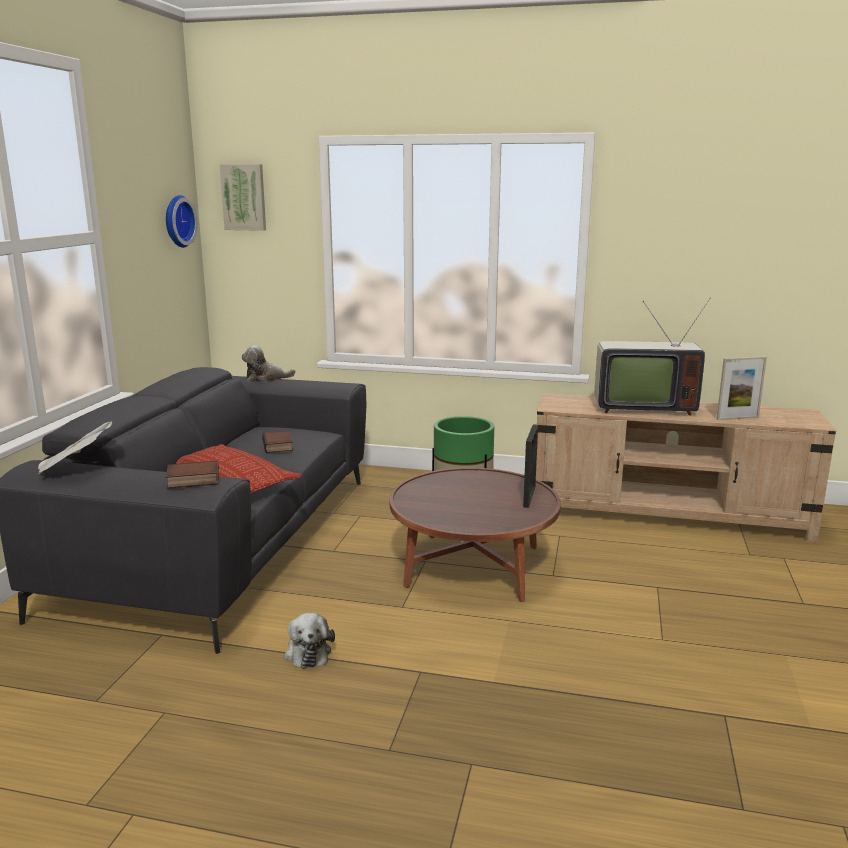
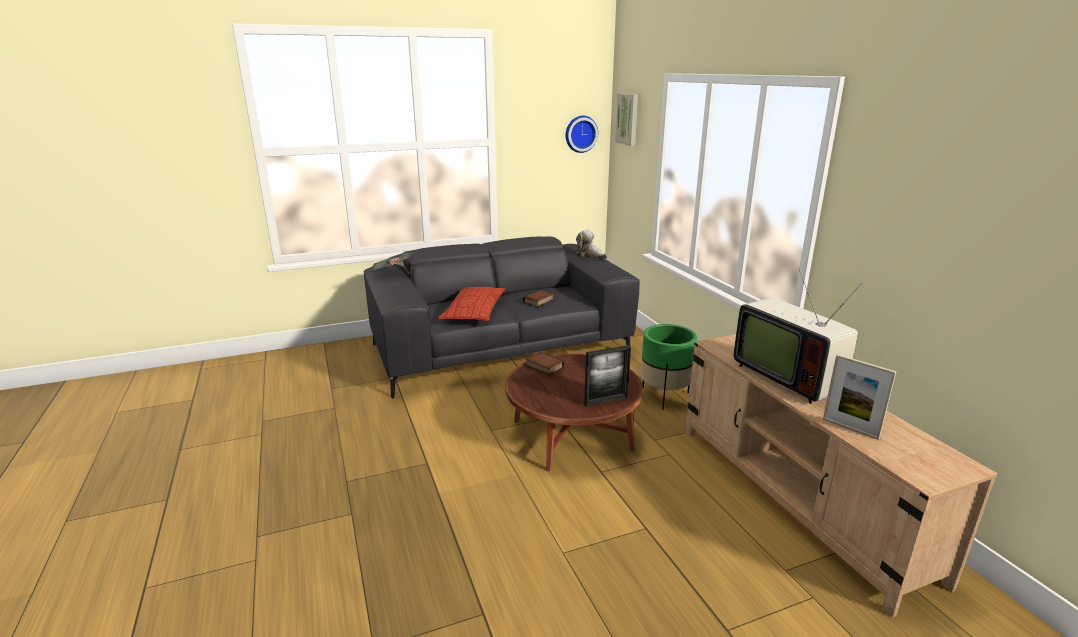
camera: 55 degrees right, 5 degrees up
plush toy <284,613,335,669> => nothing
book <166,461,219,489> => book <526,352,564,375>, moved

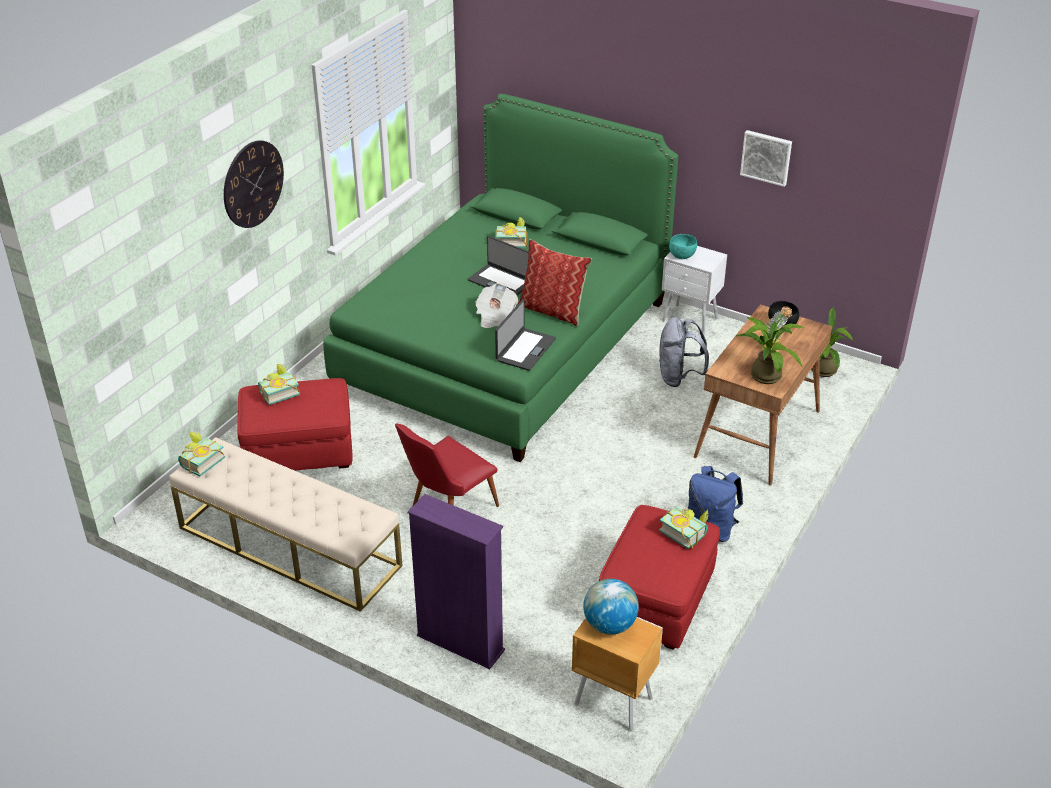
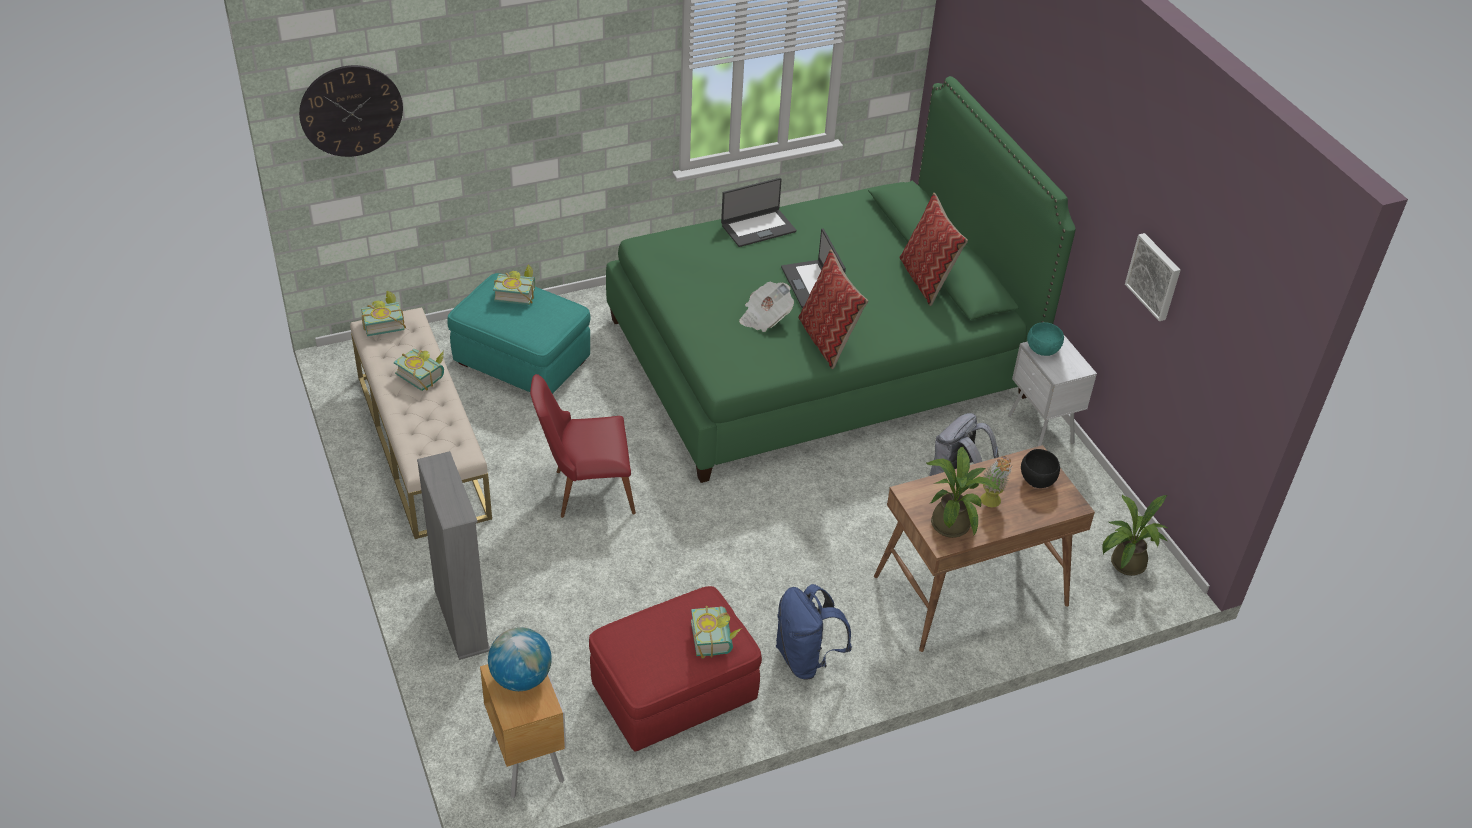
camera: 35 degrees right, 5 degrees up
nothing => pillow <899,193,968,306>
wall clock <224,140,284,228> => wall clock <299,65,403,157>, moved
book <495,217,527,248> => book <394,349,444,391>, moved
laptop <495,299,556,371> => laptop <721,178,796,247>, moved
red-coloured footrest <237,378,353,471> => turquoise footrest <448,273,591,394>
purplish shelving unit <408,494,505,669> => grey shelving unit <417,451,490,660>

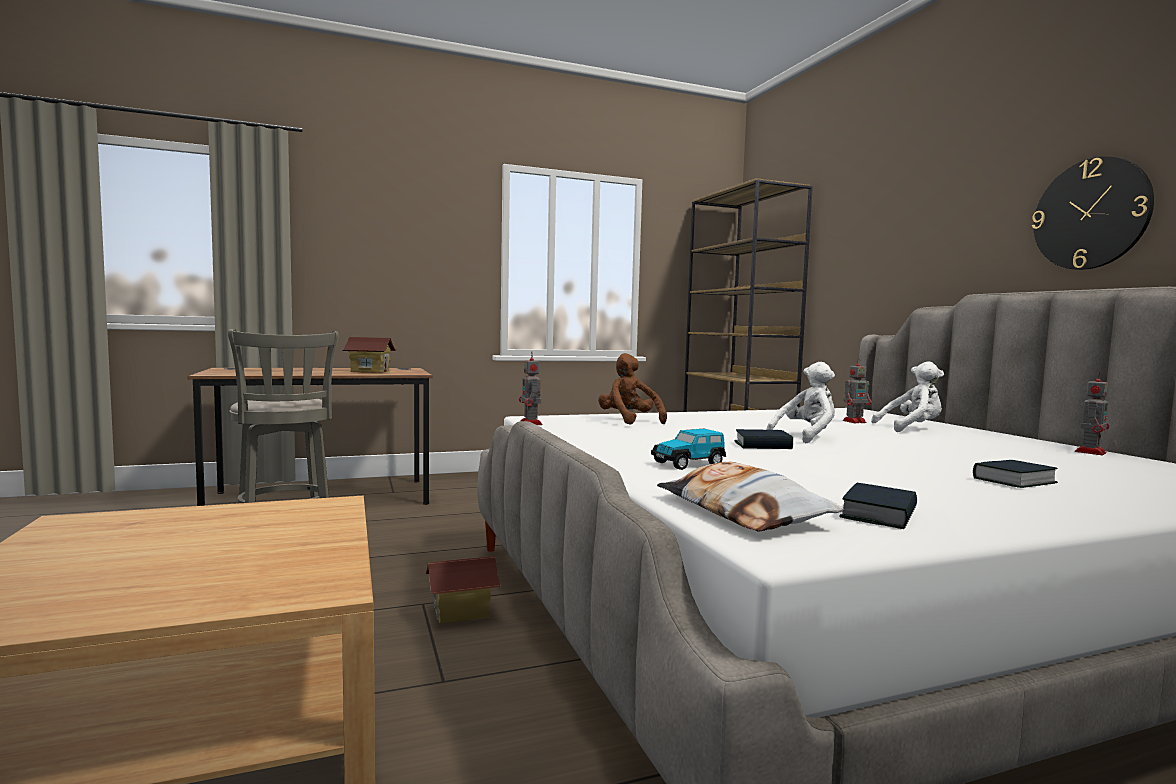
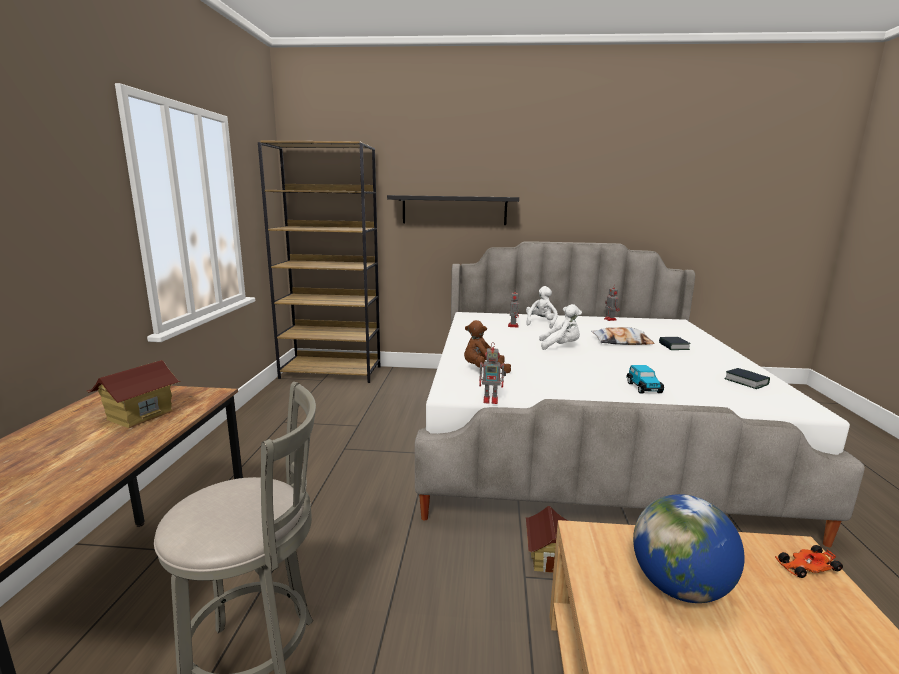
camera: 65 degrees left, 10 degrees up
book <734,429,793,449> => nothing
wall clock <1032,156,1154,270> => nothing
nothing => blackish shelf <387,195,519,225>
nothing => world globe <633,494,745,603>
nothing => toy car <775,545,843,578>
pillow <657,462,844,531> => pillow <591,327,655,345>, moved
white-coloured plush toy <766,362,835,443> => white-coloured plush toy <539,304,582,350>, 105 degrees clockwise

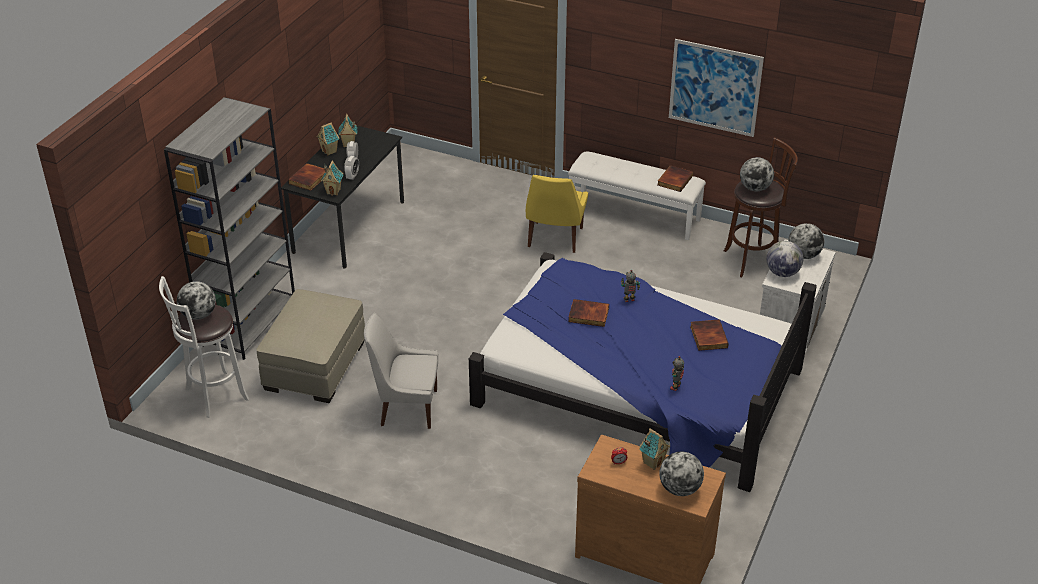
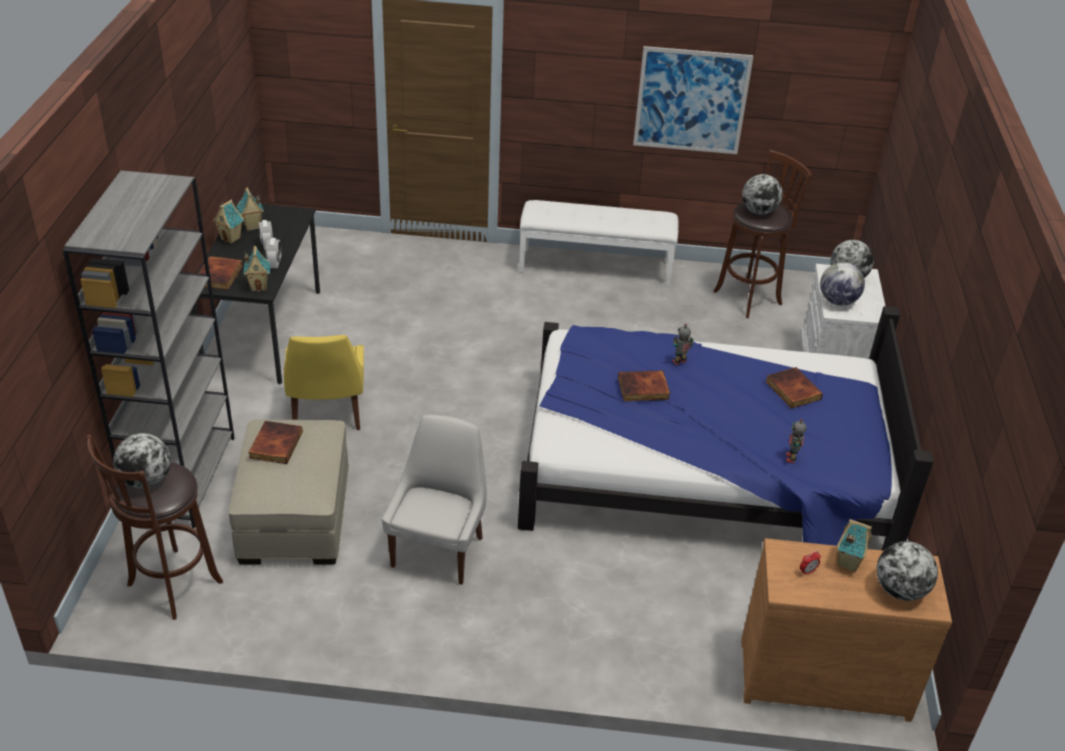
camera: 20 degrees left, 0 degrees up
yellow-coloured upright chair <526,175,588,253> => yellow-coloured upright chair <283,335,364,430>, moved
book <657,165,693,192> => book <248,421,303,464>, moved
white-coloured sitting stool <159,276,249,418> => brown-coloured sitting stool <86,435,223,620>
white-coloured upright chair <364,313,438,429> => white-coloured upright chair <382,415,487,585>, 120 degrees clockwise

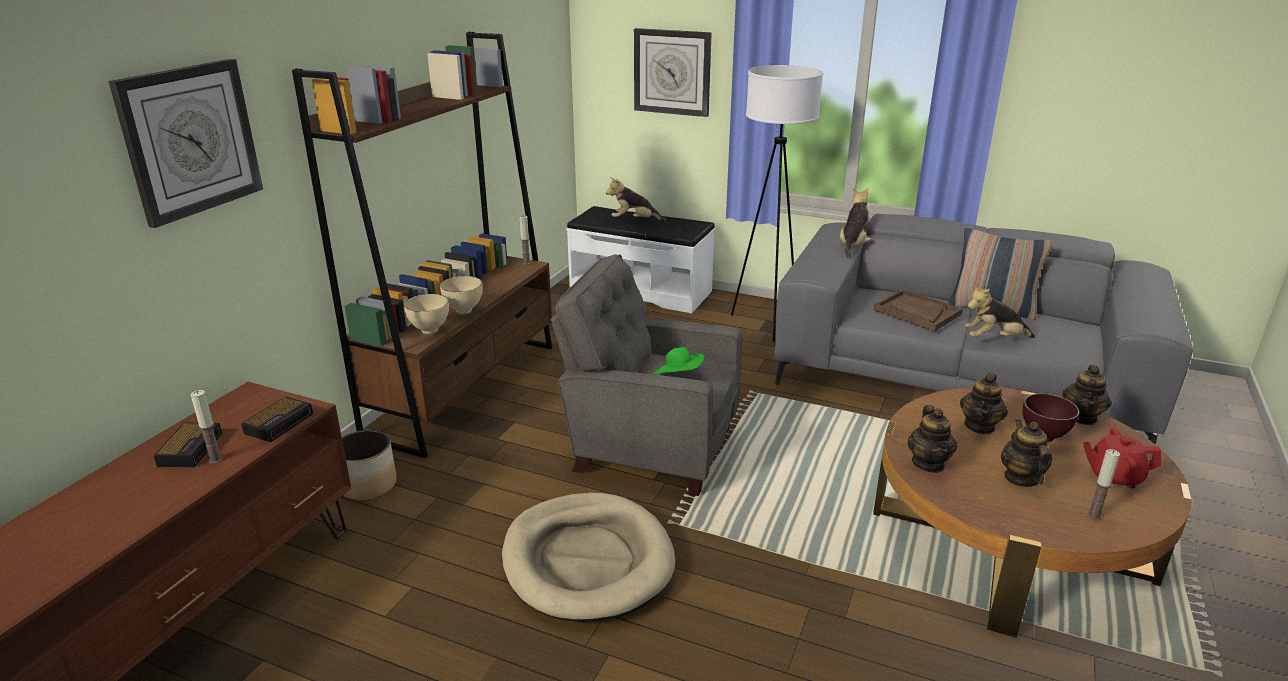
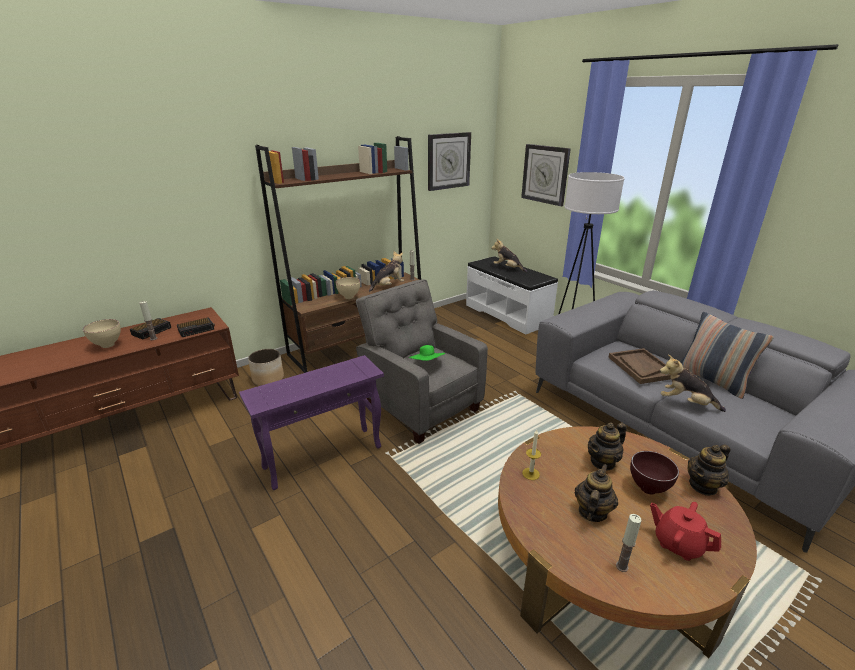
camera: 30 degrees right, 0 degrees up
wall clock <108,59,263,228> => wall clock <428,132,471,191>, moved
sand-coloured bowl <404,294,449,334> => sand-coloured bowl <83,319,121,348>, moved
plush toy <840,188,872,259> => plush toy <369,251,404,292>, moved
sand-coloured pet bed <502,493,675,622> => purplish side table <239,355,384,490>
tea pot <907,405,957,473> => wax candle <522,430,541,480>

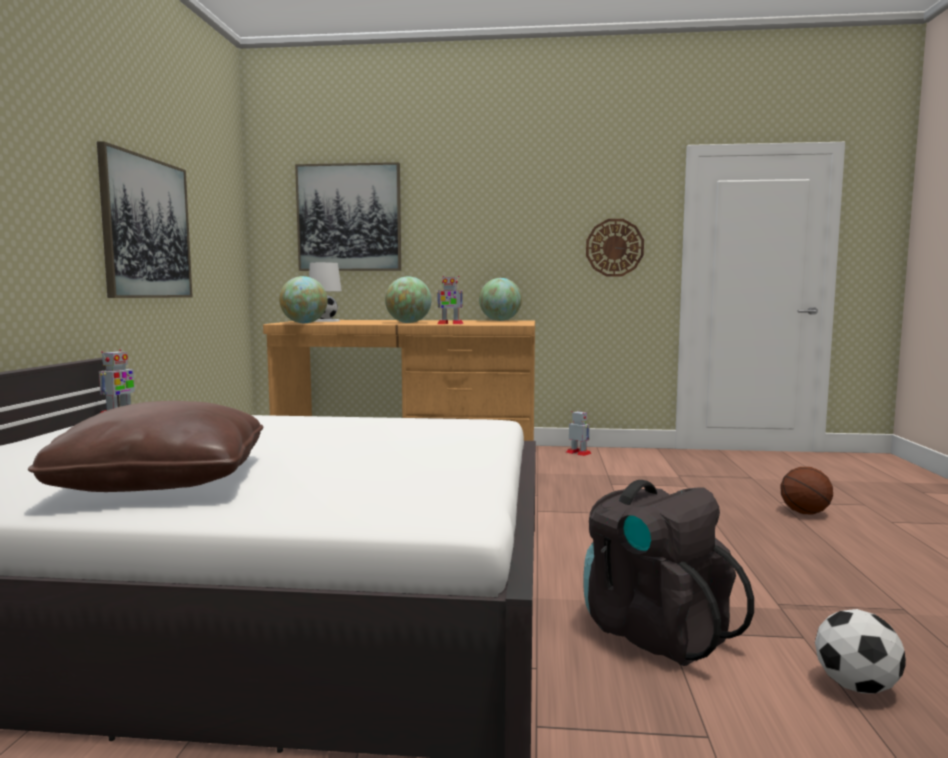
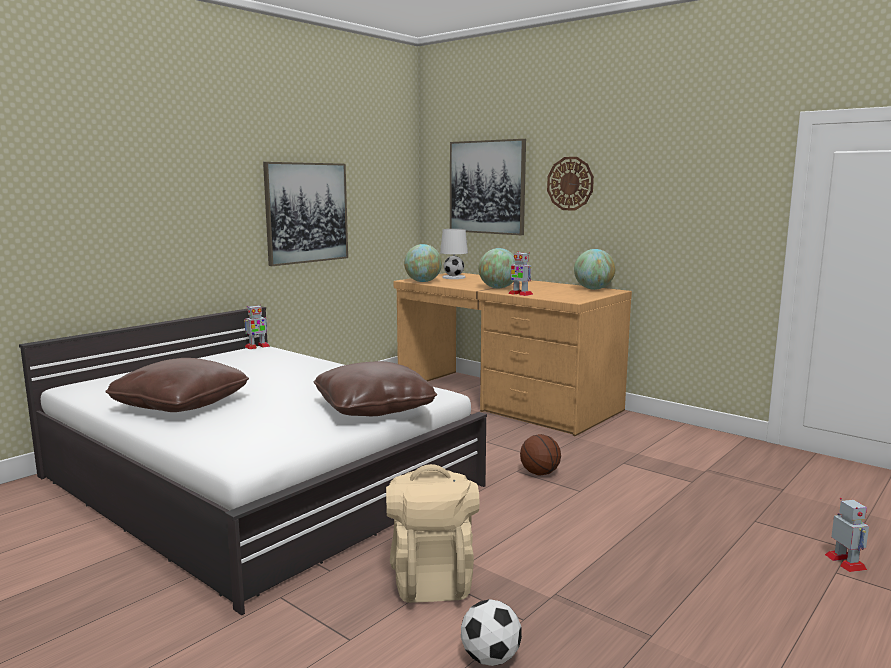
camera: 35 degrees right, 5 degrees up
nothing => brown-coloured pillow <314,361,437,416>
toy robot <566,411,591,456> => toy robot <825,498,869,572>, moved
wall clock <586,219,644,277> => wall clock <547,157,594,211>, moved
basketball <780,467,833,515> => basketball <520,434,561,476>, moved
blackish knapsack <583,480,754,666> => sand-coloured knapsack <386,464,479,603>

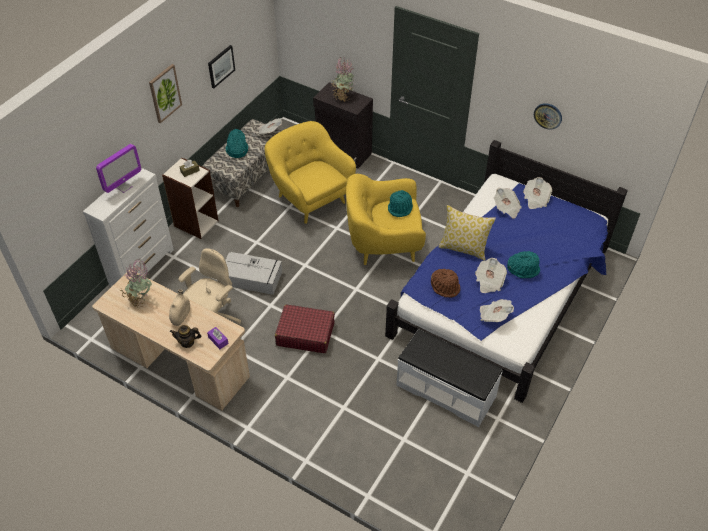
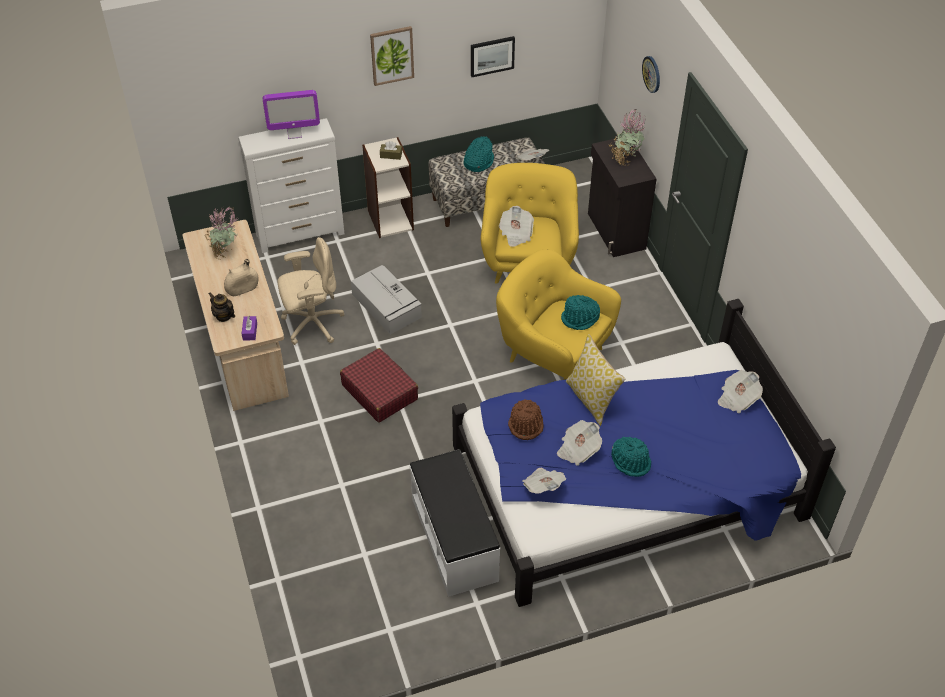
camera: 40 degrees right, 0 degrees up
daily paper <494,188,522,219> => daily paper <499,206,534,247>, moved
wall clock <534,103,562,130> => wall clock <642,56,660,93>, moved

